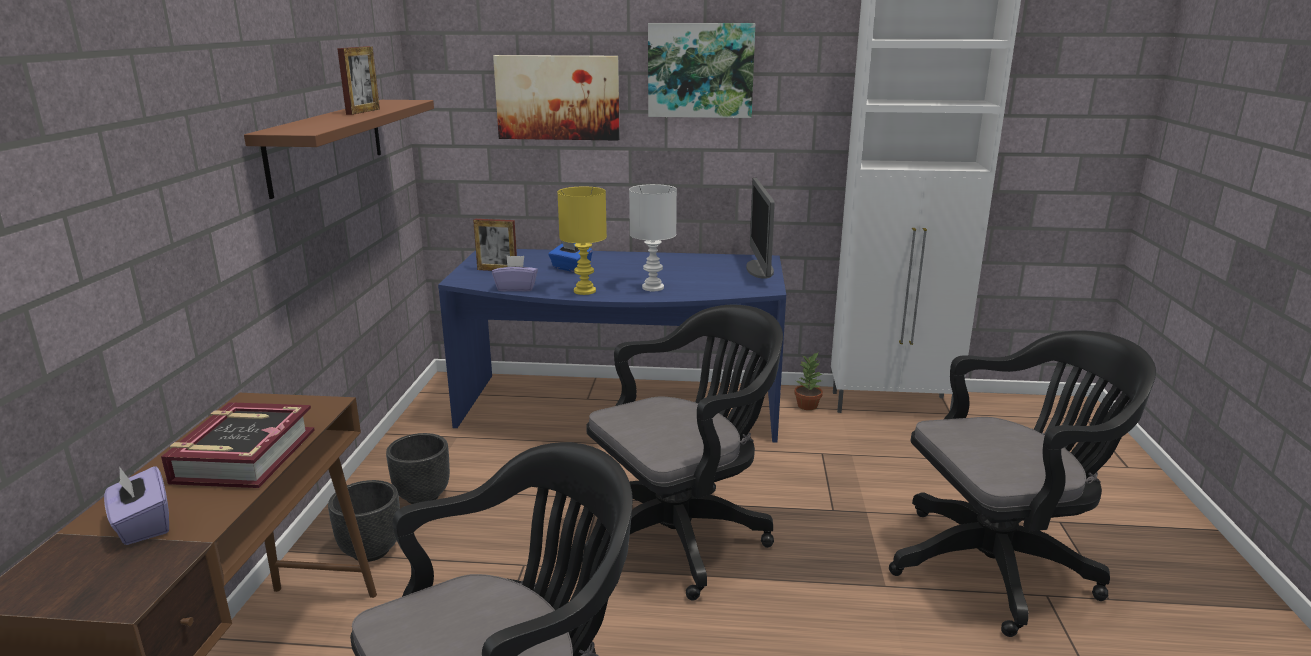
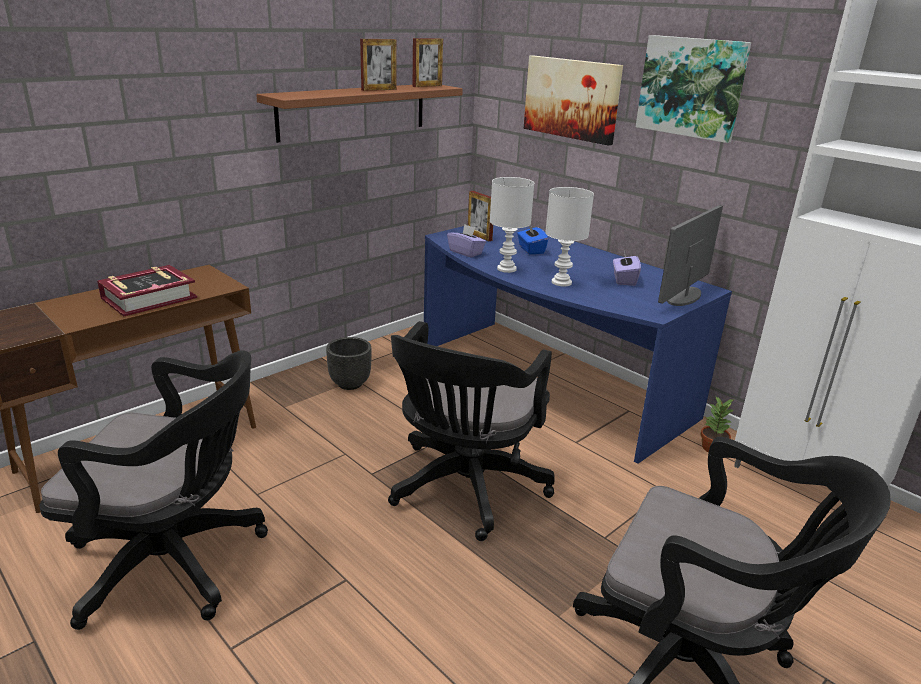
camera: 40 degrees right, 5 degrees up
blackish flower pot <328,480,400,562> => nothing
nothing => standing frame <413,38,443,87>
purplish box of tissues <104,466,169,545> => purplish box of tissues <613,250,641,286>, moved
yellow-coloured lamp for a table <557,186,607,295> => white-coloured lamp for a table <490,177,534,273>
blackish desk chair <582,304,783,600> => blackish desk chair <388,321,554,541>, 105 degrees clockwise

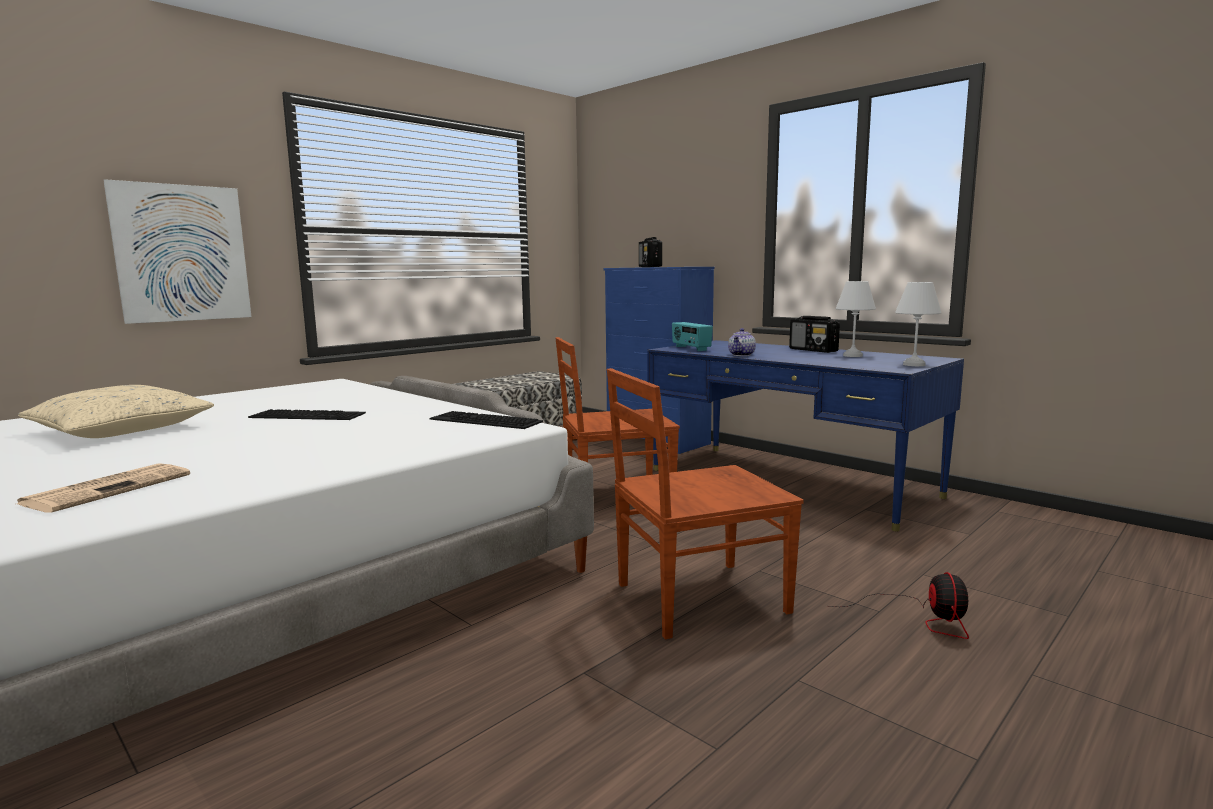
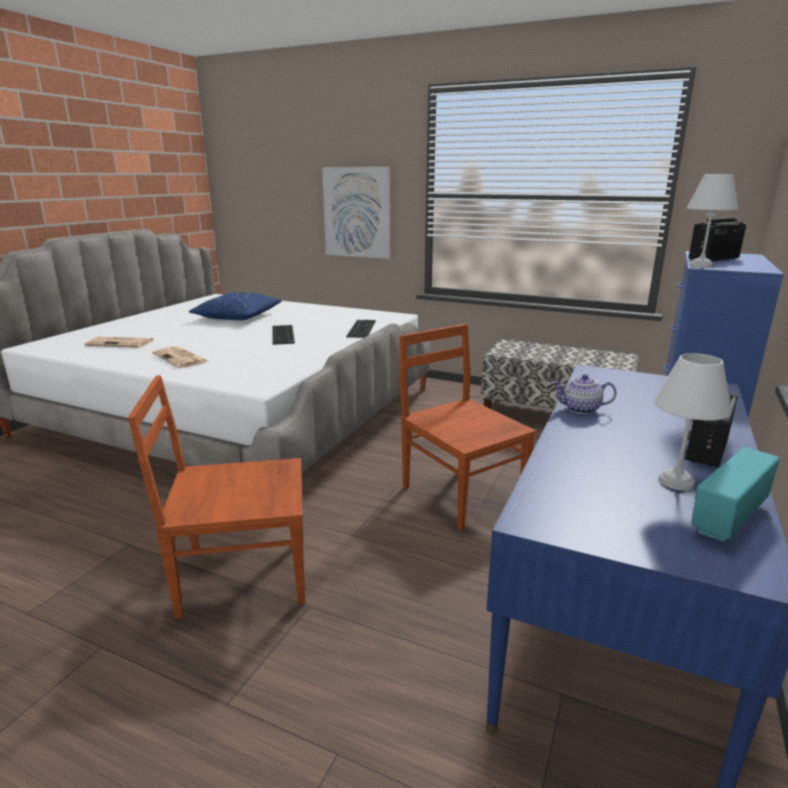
camera: 70 degrees right, 10 degrees up
cooling fan <830,572,969,639> => nothing
nothing => daily paper <152,346,209,368>
computer keyboard <430,411,543,429> => computer keyboard <346,320,376,338>, moved
radio receiver <672,322,713,351> => radio receiver <691,447,780,542>, moved
white-coloured lamp for a table <895,282,941,366> => white-coloured lamp for a table <687,174,738,268>, moved
sand-coloured pillow <18,385,214,438> => bluish pillow <189,292,282,320>
brown-coloured upright chair <607,368,804,639> => brown-coloured upright chair <128,375,305,619>, 60 degrees counterclockwise

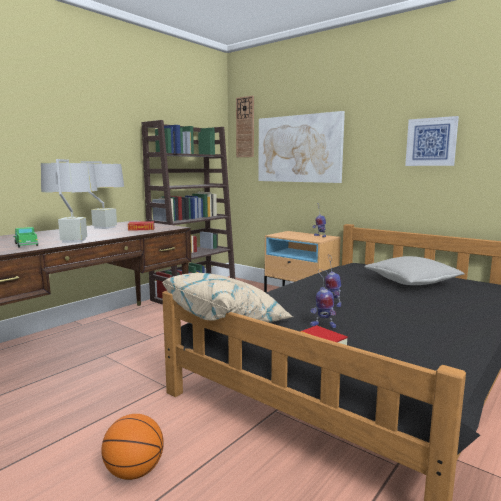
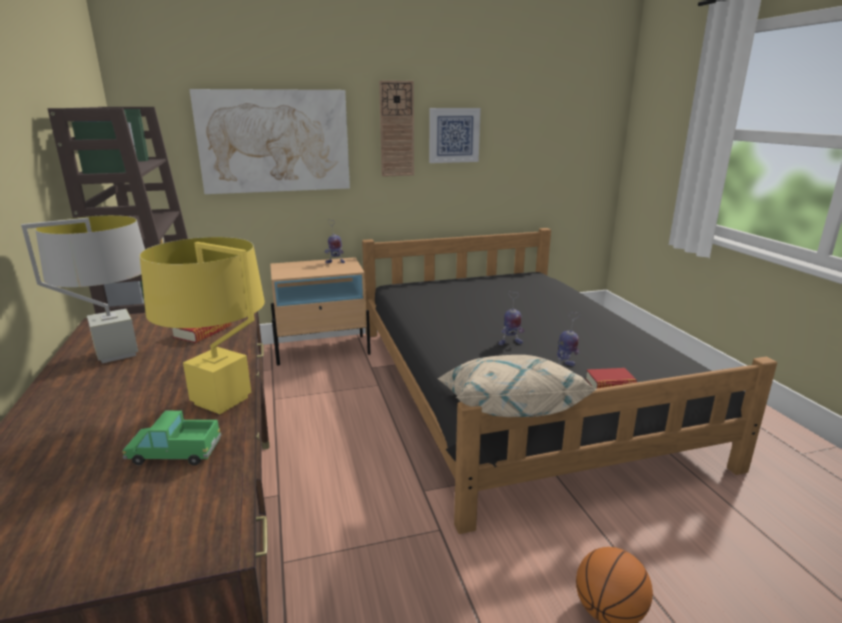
camera: 55 degrees left, 10 degrees up
grey pillow <365,256,465,285> => nothing
wall clock <236,96,254,157> => wall clock <379,80,414,177>, moved
grey lamp for a table <41,159,98,243> => yellow-coloured lamp for a table <140,237,265,414>

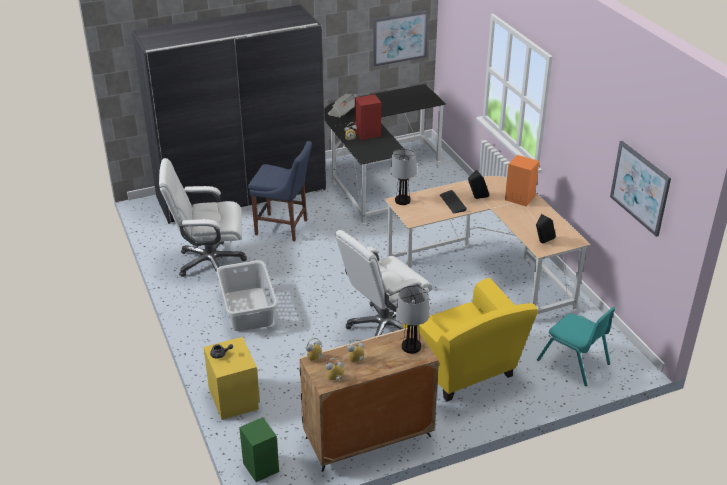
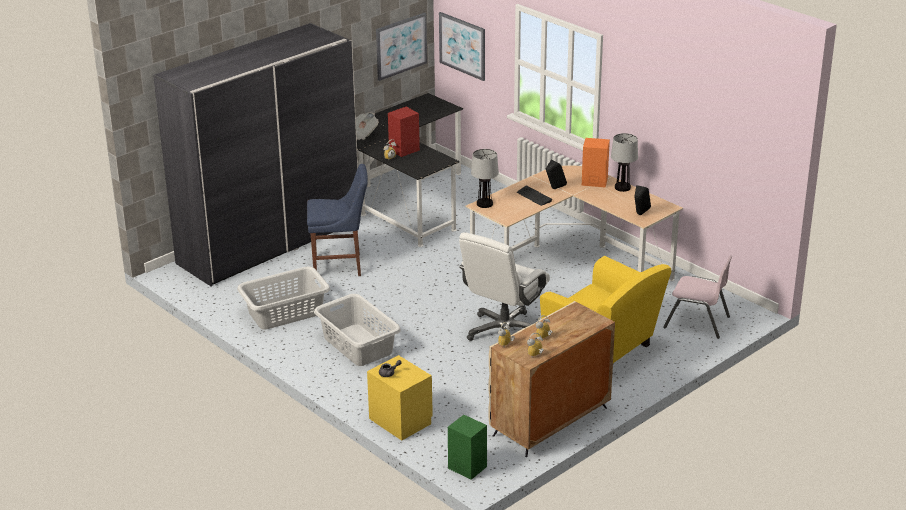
camera: 20 degrees left, 5 degrees down
lamp for a table <396,286,430,354> => lamp for a table <611,133,638,192>, moved
wall art <610,141,671,237> => wall art <439,12,485,81>, moved
white-coloured desk chair <159,158,247,277> => grey washing basket <237,267,330,330>
turquoise upright chair <537,307,615,386> => pinkish upright chair <663,255,733,339>

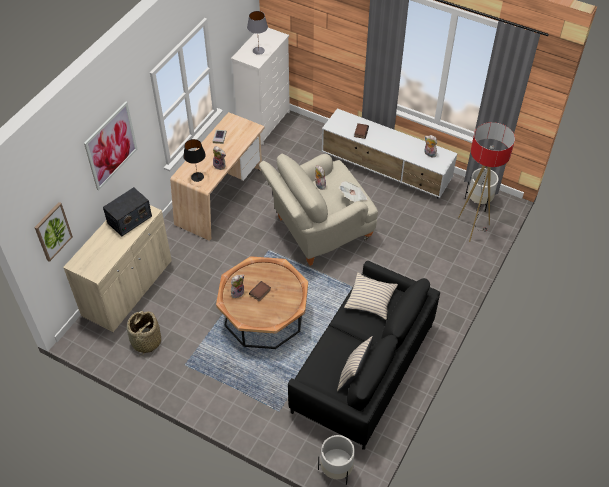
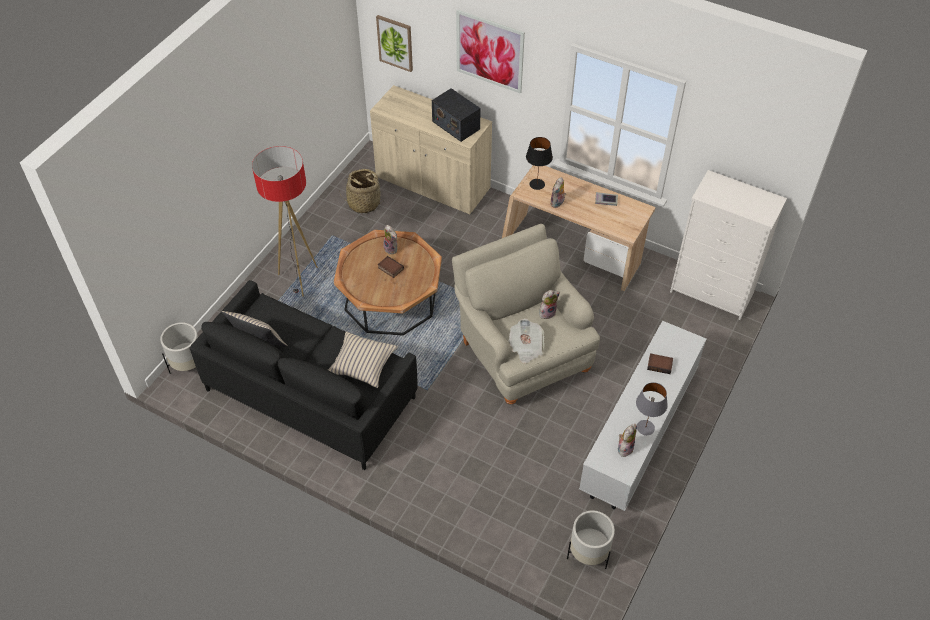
camera: 90 degrees right, 0 degrees up
grey lamp for a table <247,11,268,55> => grey lamp for a table <636,382,668,435>, moved
floor lamp <458,122,515,242> => floor lamp <252,146,318,296>, moved

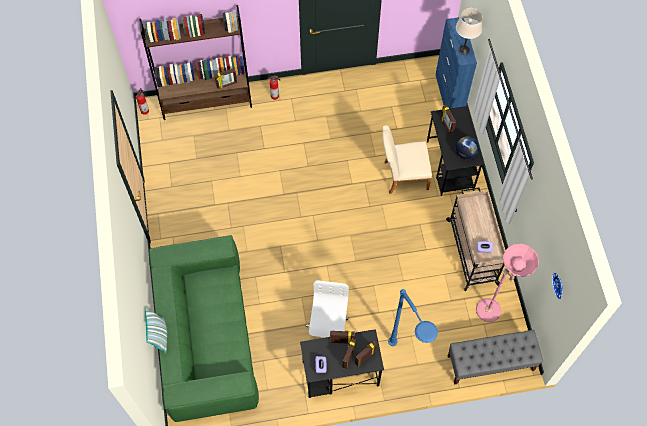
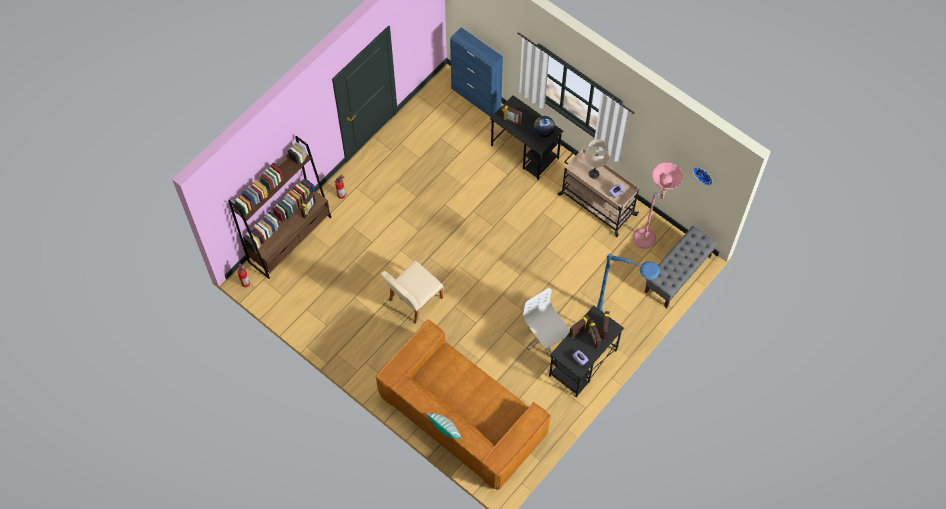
camera: 40 degrees left, 0 degrees up
sand-coloured upright chair <383,125,432,194> => sand-coloured upright chair <381,261,443,324>, moved
sand-coloured lamp for a table <456,8,482,55> => sand-coloured lamp for a table <584,139,609,179>, moved
green sofa <149,235,259,422> => brown-coloured sofa <376,320,551,490>

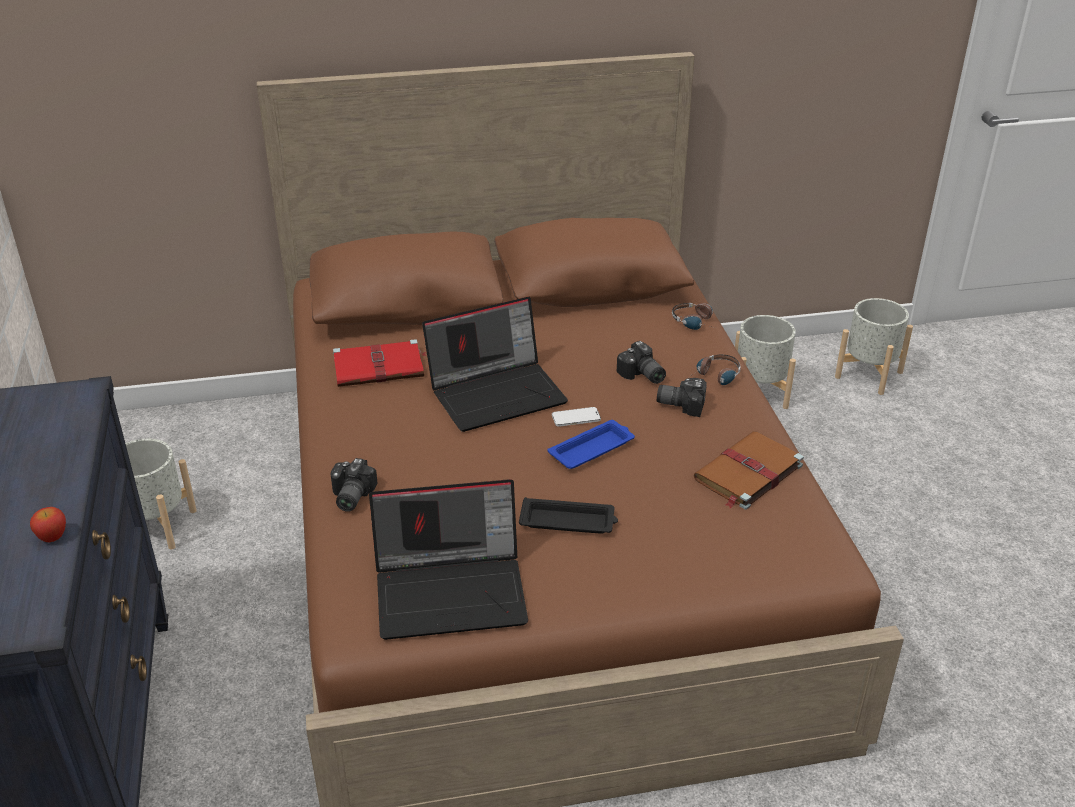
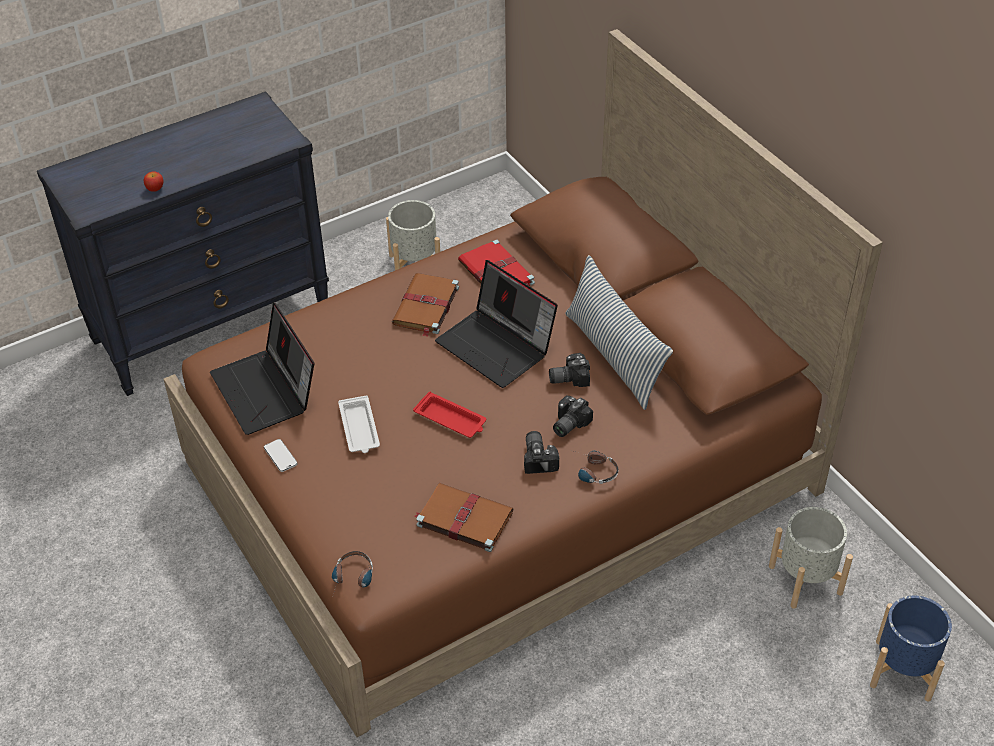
camera: 70 degrees right, 10 degrees up
nothing => brown-coloured book <392,273,459,337>
nothing => pillow <565,255,673,410>
still camera <331,458,377,512> => still camera <549,353,590,387>, moved
phone <552,407,601,427> => phone <264,439,298,472>, moved
pair of headphones <672,303,715,330> => pair of headphones <332,551,373,595>, moved
blackish carrying tray <519,497,618,534> => white-coloured carrying tray <338,395,380,453>
bluish carrying tray <548,420,635,469> => red-coloured carrying tray <413,392,486,438>
grey flower pot <835,298,913,395> => bluish flower pot <870,596,952,702>

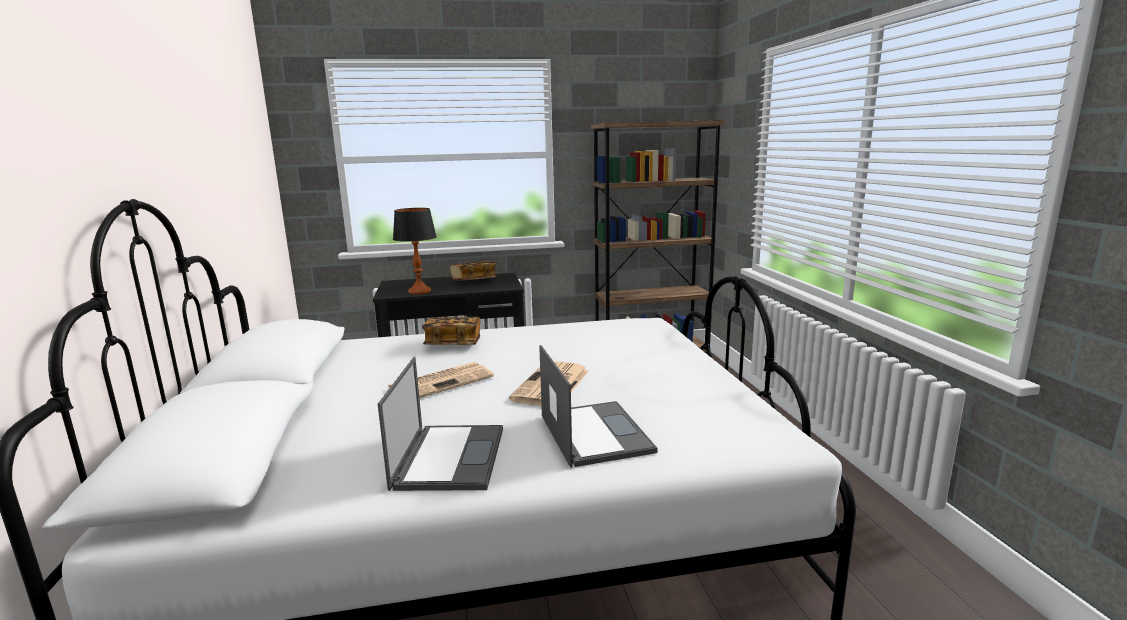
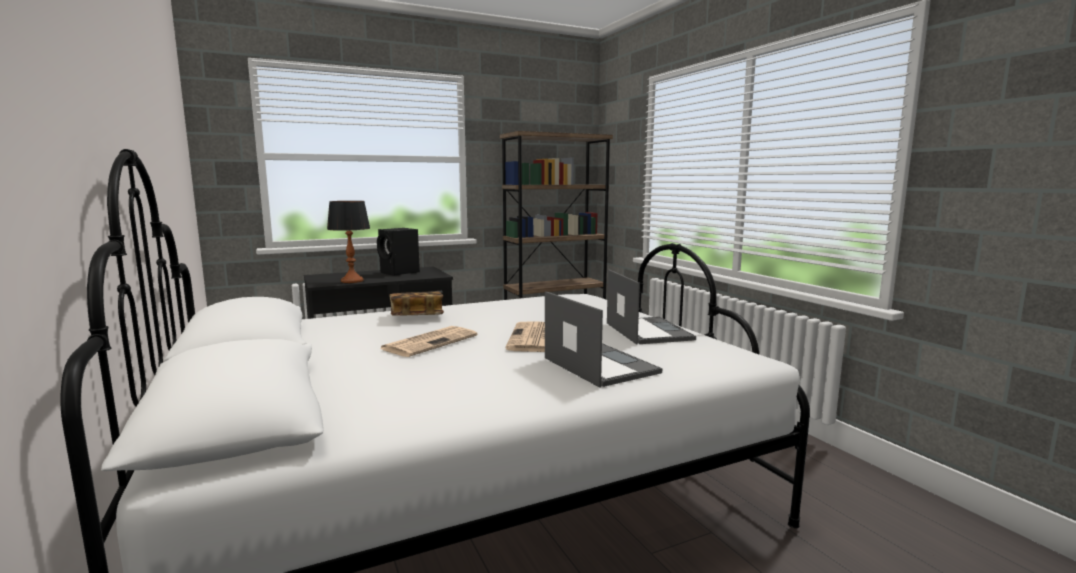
camera: 15 degrees left, 5 degrees down
laptop <378,357,503,491> => laptop <607,270,696,344>, moved
book <450,261,497,280> => blackish loudspeaker <377,228,420,276>

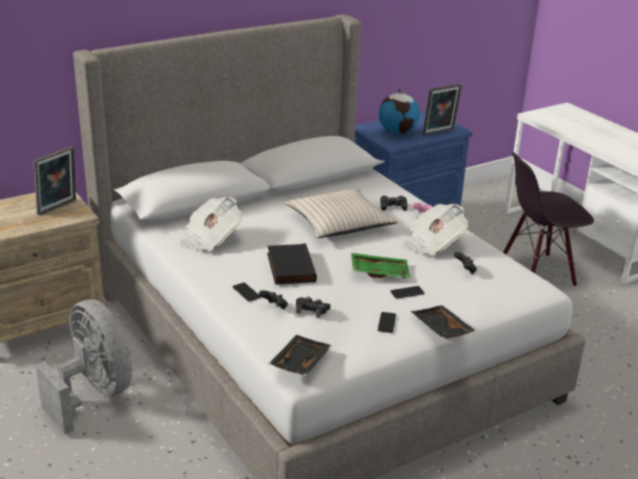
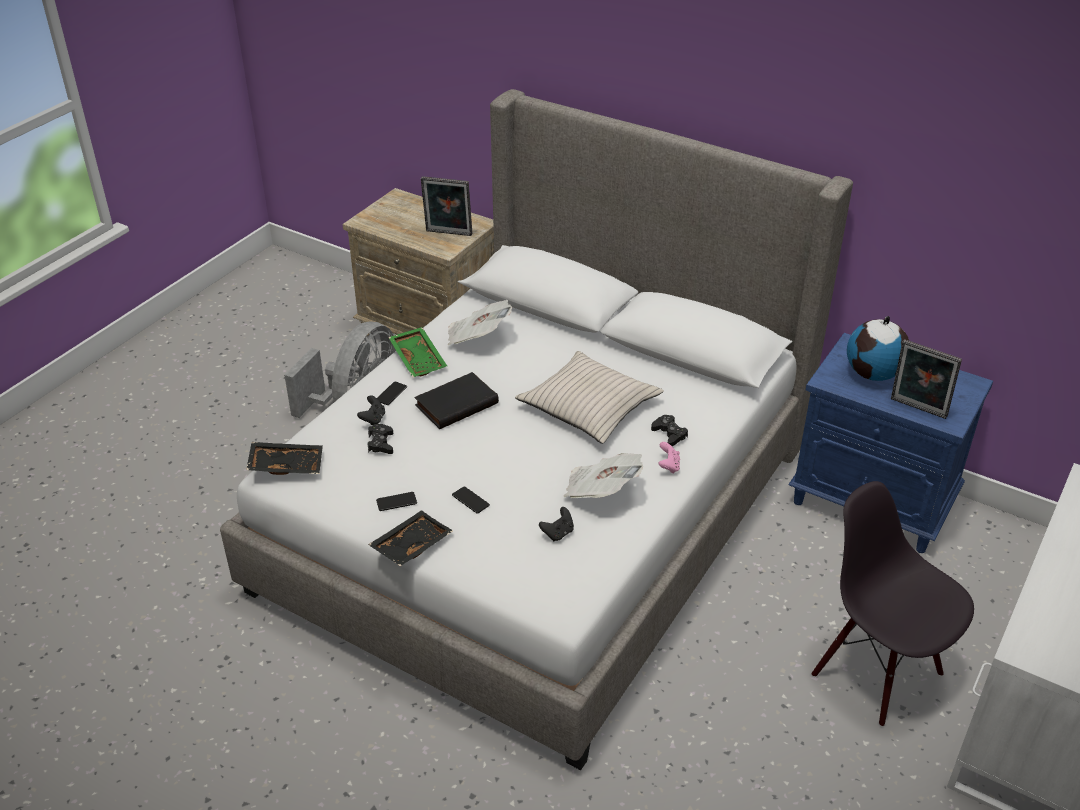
camera: 65 degrees right, 10 degrees up
green carrying tray <351,253,410,278> => green carrying tray <388,327,447,377>, moved

